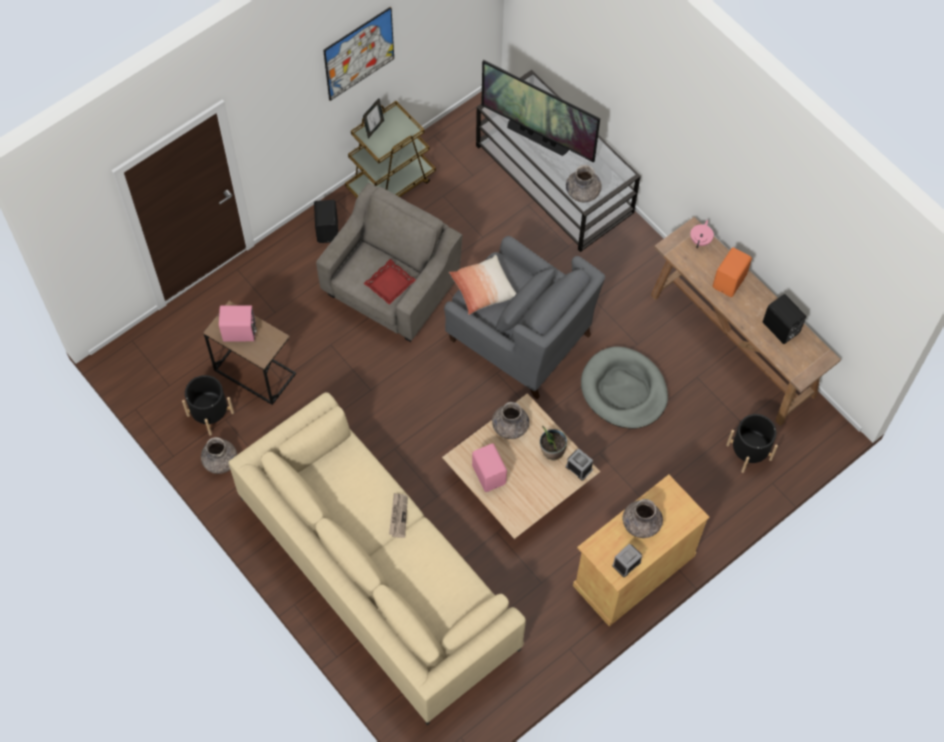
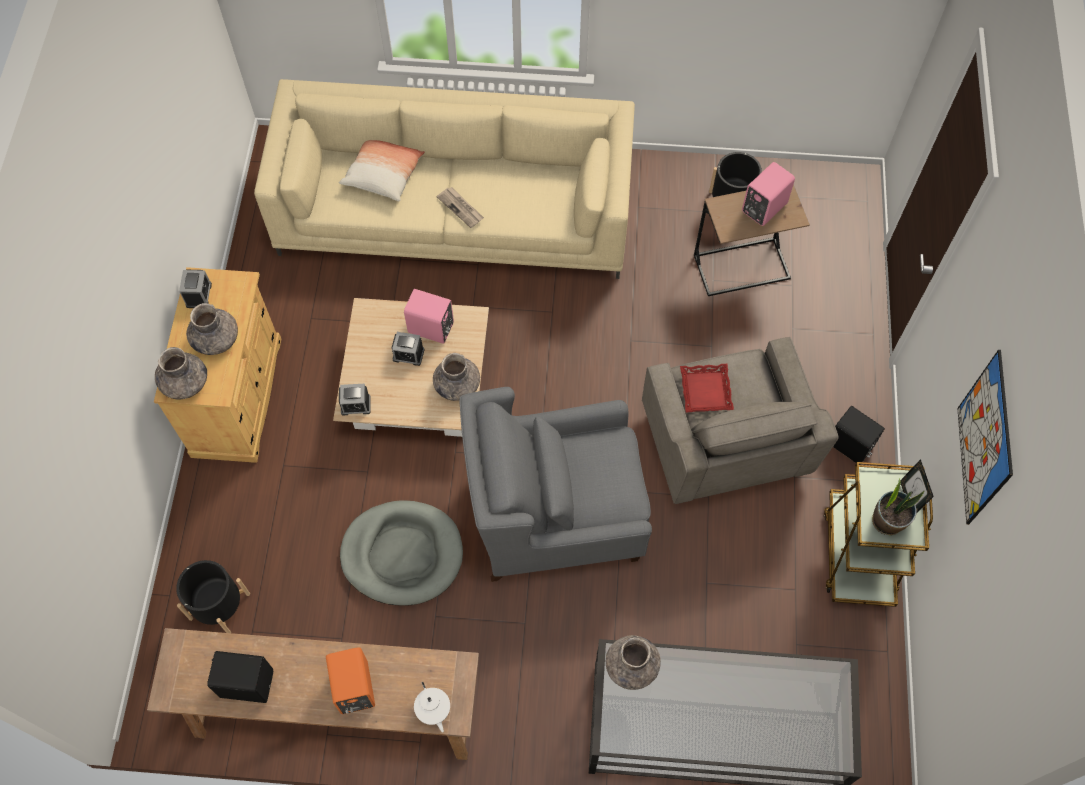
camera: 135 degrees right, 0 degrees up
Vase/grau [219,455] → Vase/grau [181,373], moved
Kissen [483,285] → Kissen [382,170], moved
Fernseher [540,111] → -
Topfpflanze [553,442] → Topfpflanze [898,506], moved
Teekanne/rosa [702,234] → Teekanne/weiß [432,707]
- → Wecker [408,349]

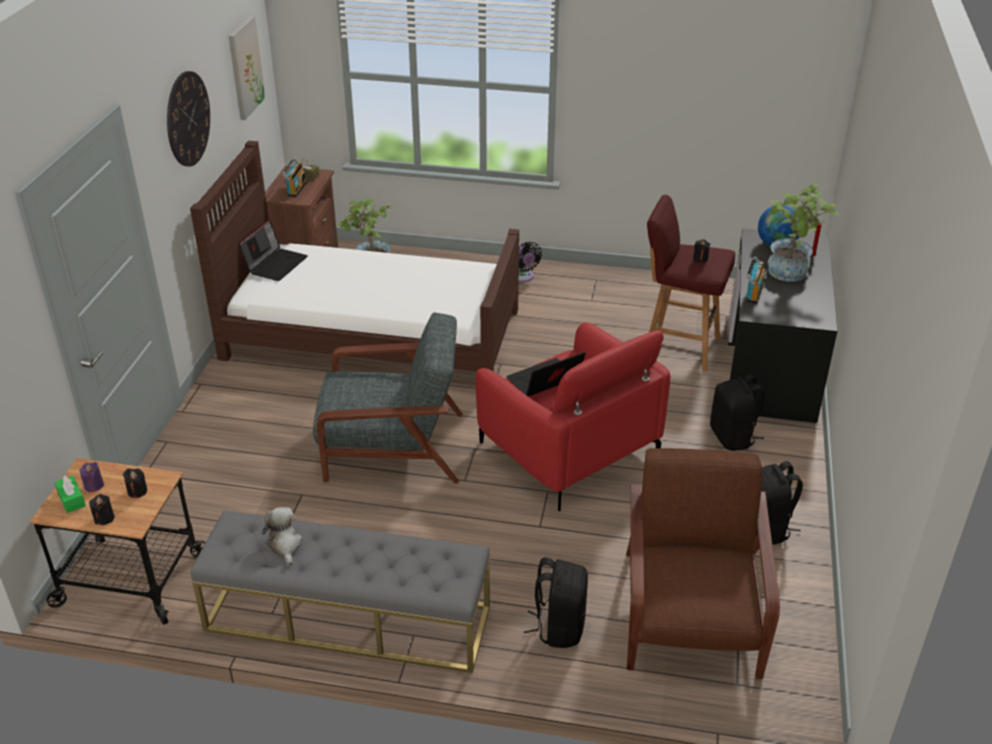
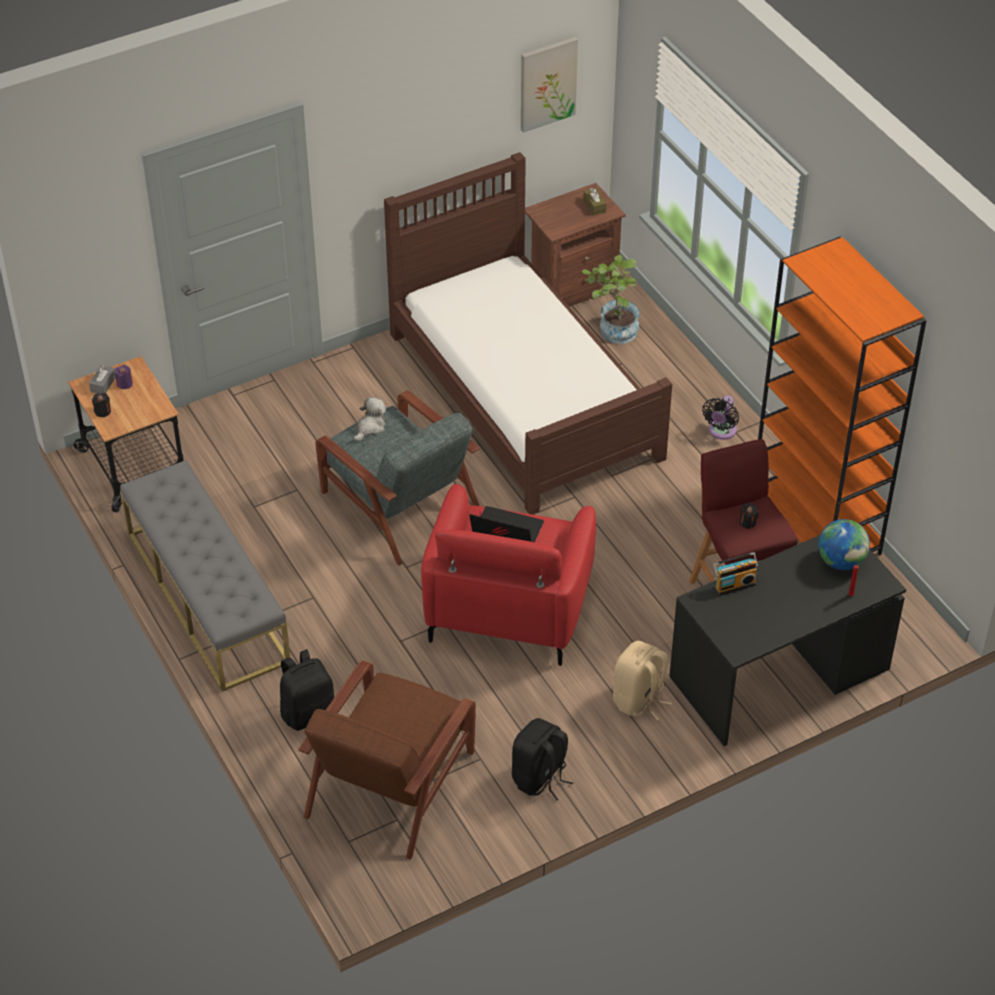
camera: 50 degrees right, 10 degrees up
Taschentuchbox/grün [70,494] → Taschentuchbox/grau [102,379]
Kerze/schwarz [135,483] → -
Wanduhr [188,119] → -
Laptop [273,250] → -
Plüschtier [282,536] → Plüschtier [370,419], moved
Radio [294,177] → -
Sessel/braun [703,563] → Sessel/braun [387,760], 150 degrees clockwise
Rucksack/schwarz [737,412] → Rucksack/beige [642,680]
Topfpflanze [804,232] → -
- → Bücherregal/orange [842,396]

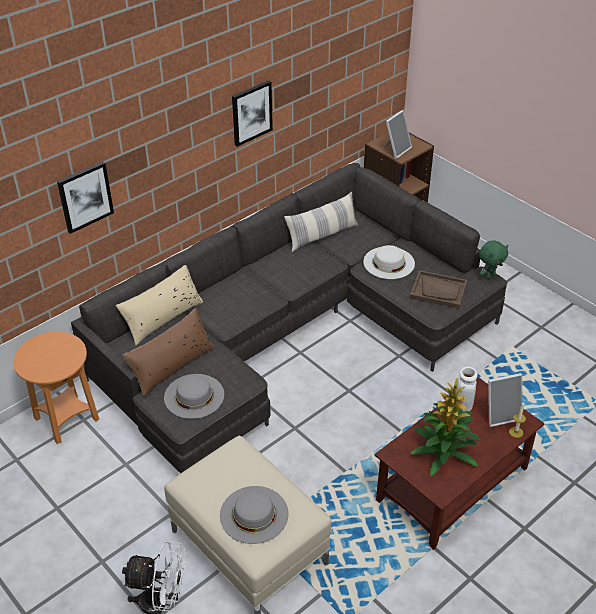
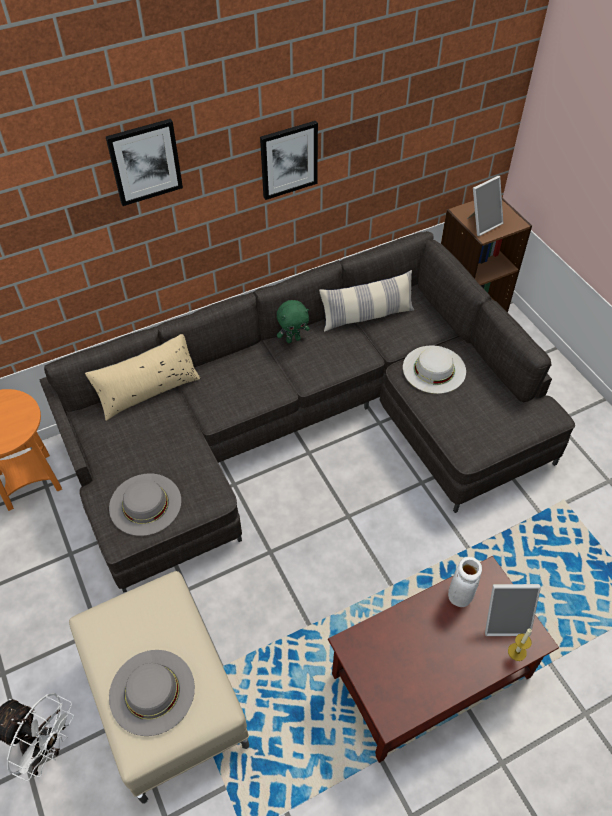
camera: 15 degrees right, 10 degrees up
Bild [85,197] → Bild [144,162], moved
Kissen/braun [169,352] → -
Tablett/braun [439,289] → -
Topfpflanze [445,427] → -
Plüschtier/grün [493,259] → Plüschtier/grün [293,321], moved

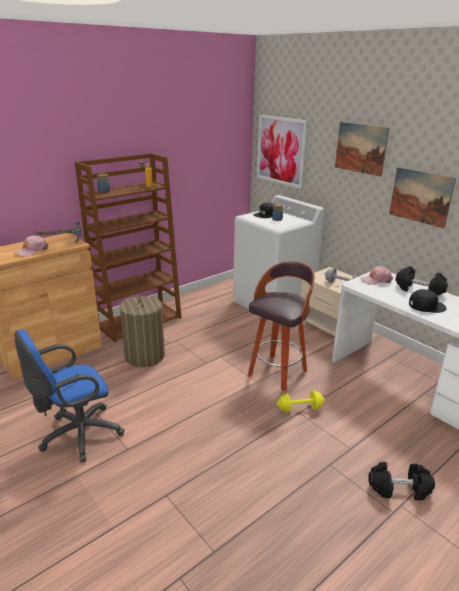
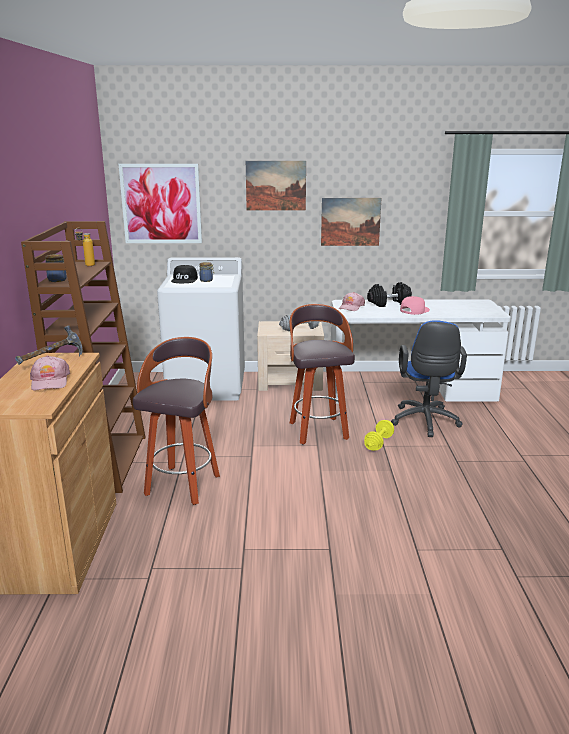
camera: 50 degrees left, 5 degrees down
Bürostuhl/blau [70,395] → Bürostuhl/blau [429,378], moved
Wäschekorb [142,331] → Hocker [176,421]
Hantel/schwarz [401,481] → -
Kappe/schwarz [428,301] → Kappe/rosa [415,305]

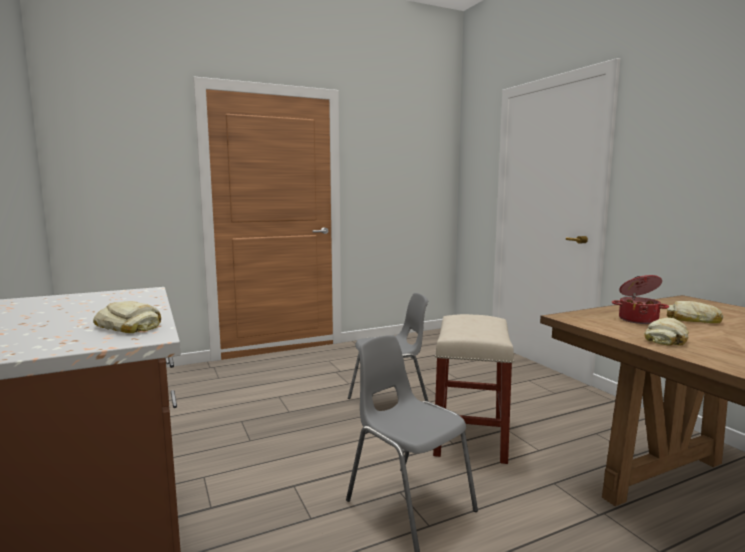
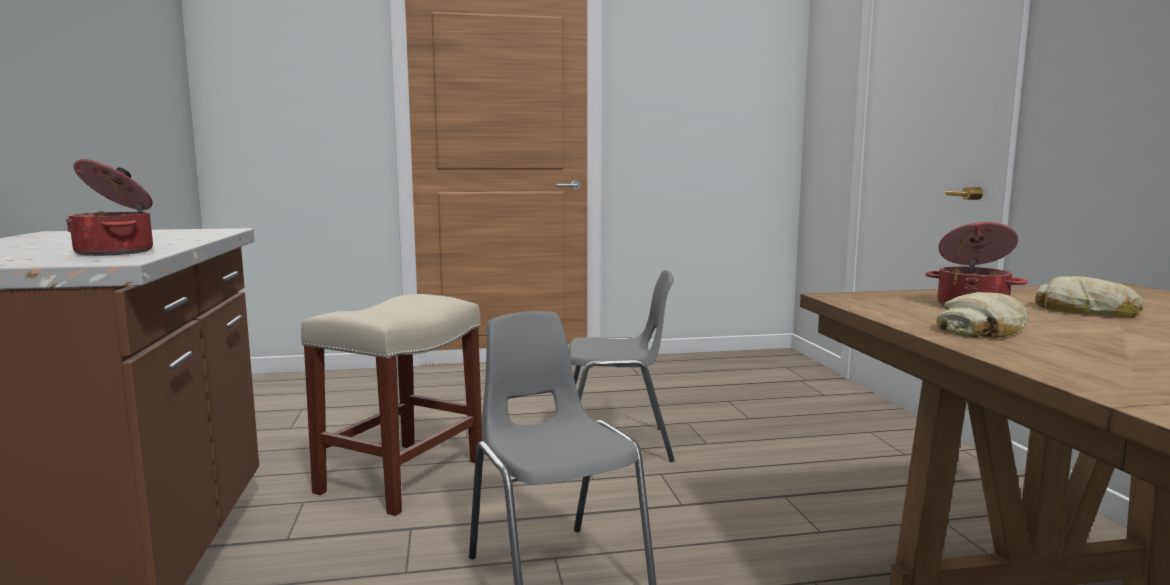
camera: 15 degrees right, 0 degrees up
Brot [127,317] → Kochtopf [109,207]
Hocker/beige [473,389] → Hocker/beige [391,405], moved

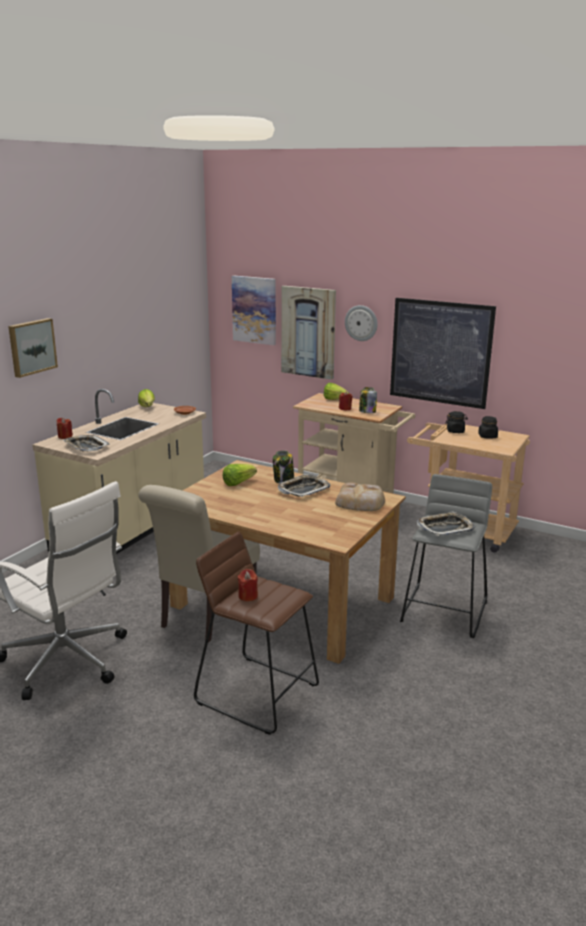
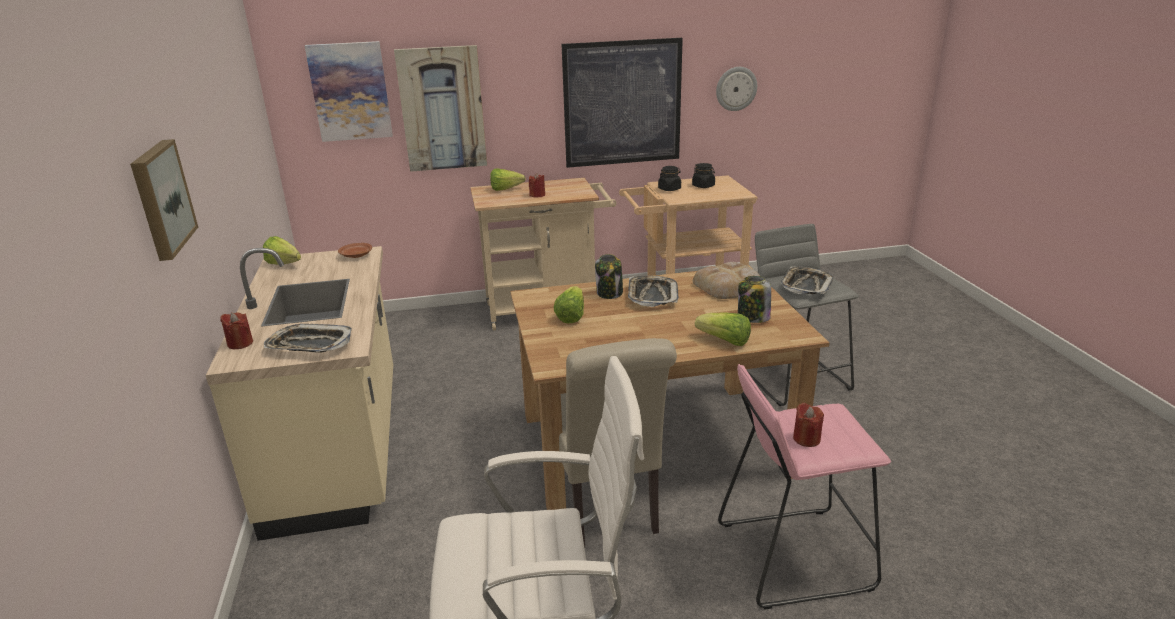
camera: 40 degrees left, 5 degrees up
Hocker/braun [256,633] → Hocker/rosa [804,487]
Wanduhr [361,323] → Wanduhr [736,89], moved
Vorratsglas [368,400] → Vorratsglas [754,299], moved
- → Salatkopf [723,329]

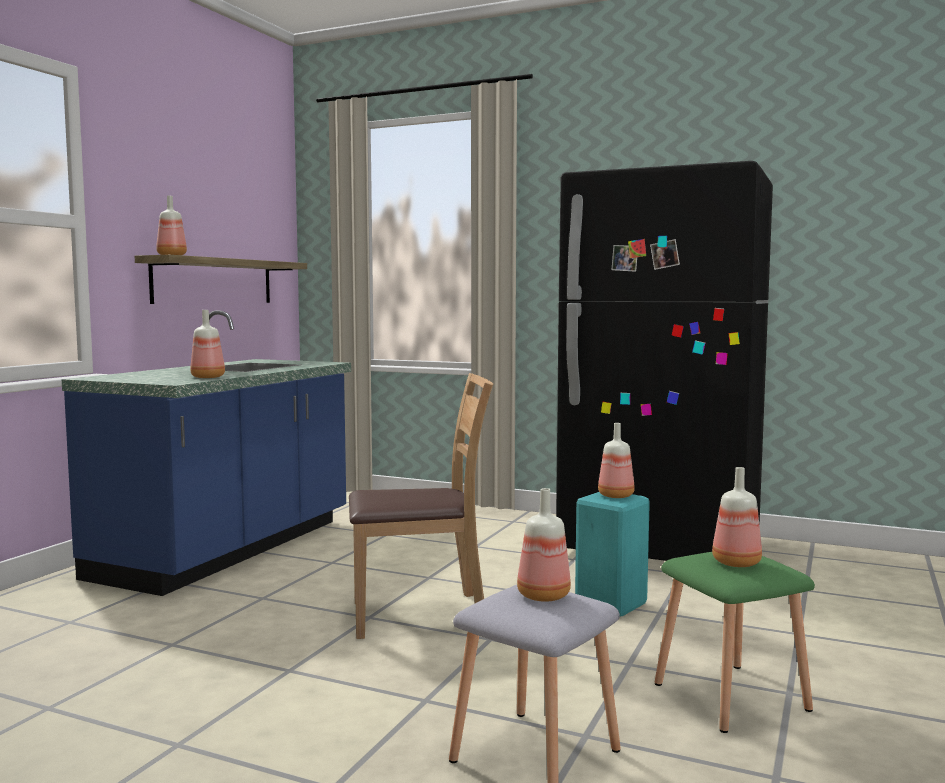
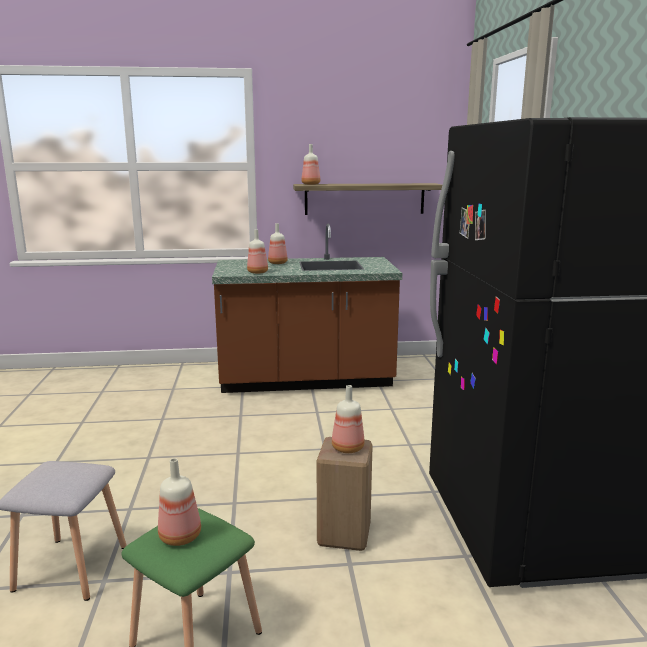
camera: 60 degrees right, 10 degrees up
Küchenzeile/blau [206,453] → Küchenzeile/braun [307,308]
Stuhl/braun [421,506] → -
Flasche [544,545] → Flasche [278,243], moved
Hocker/türkis [612,554] → Hocker/beige [345,494]

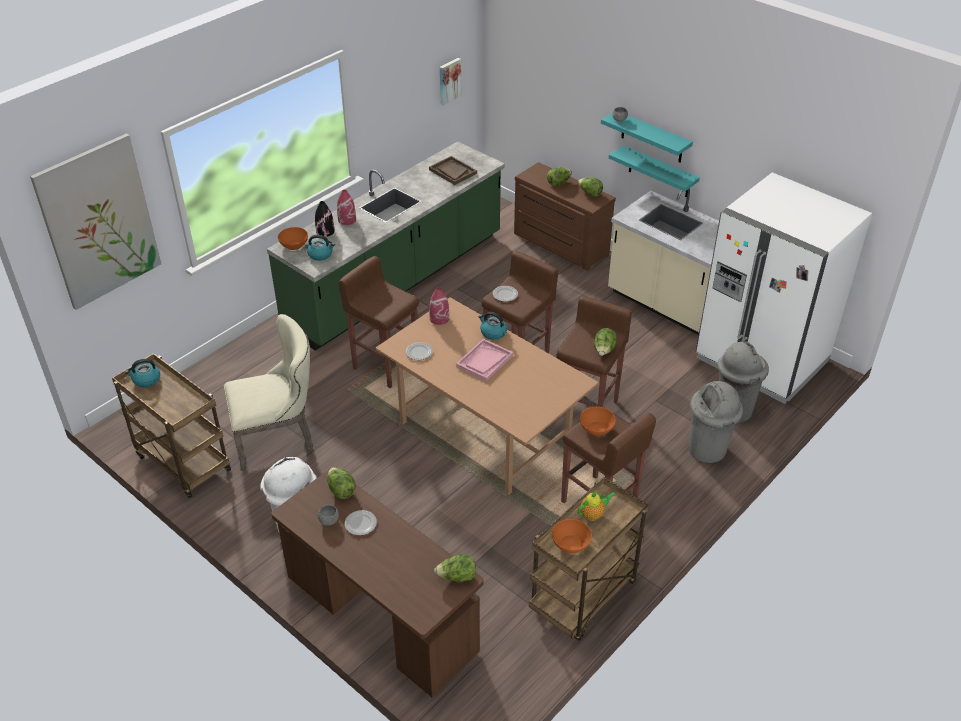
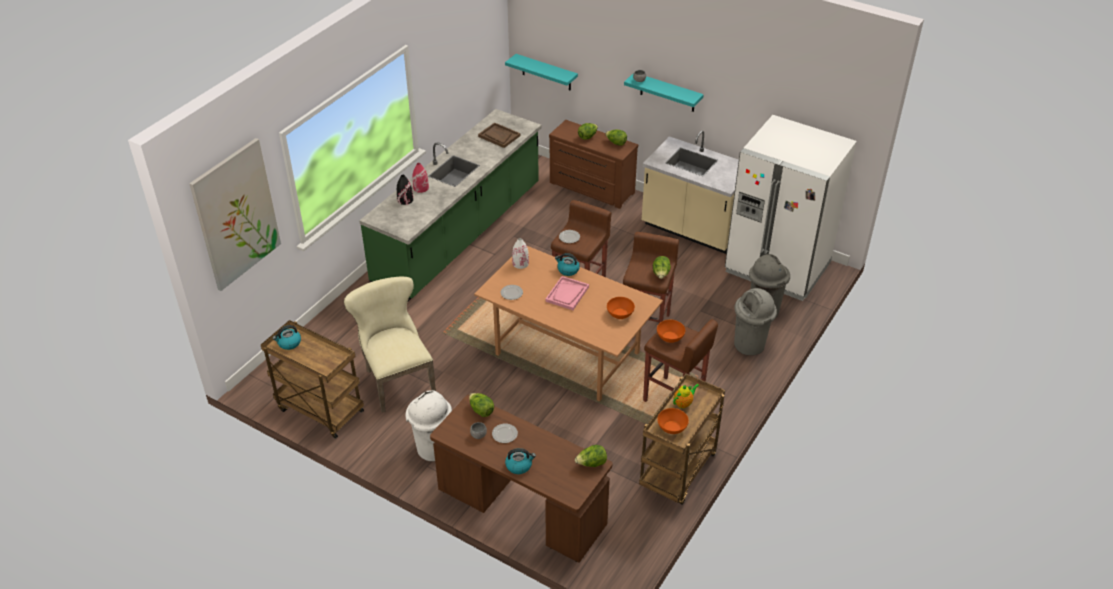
camera: 10 degrees left, 0 degrees up
Stuhl/beige [268,392] → Stuhl/beige [390,345], 90 degrees counterclockwise
Schüssel/orange [293,238] → Schüssel/orange [621,308], moved
Wasserkessel [321,248] → Wasserkessel [520,461], moved
Hocker/braun [379,322] → -
Vase/rot [439,306] → Vase/weiß [520,253]
Bild [450,81] → -
Wandregal/türkis [654,171] → Wandregal/türkis [541,72], moved

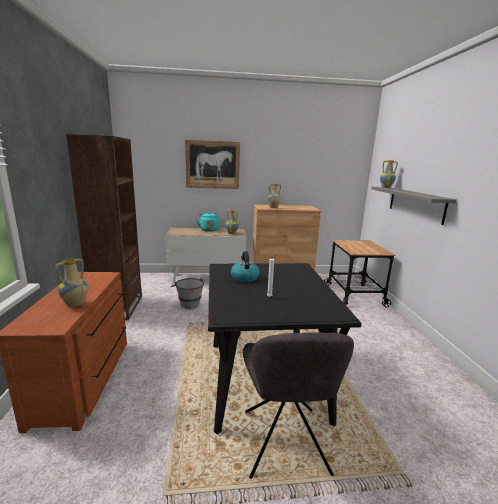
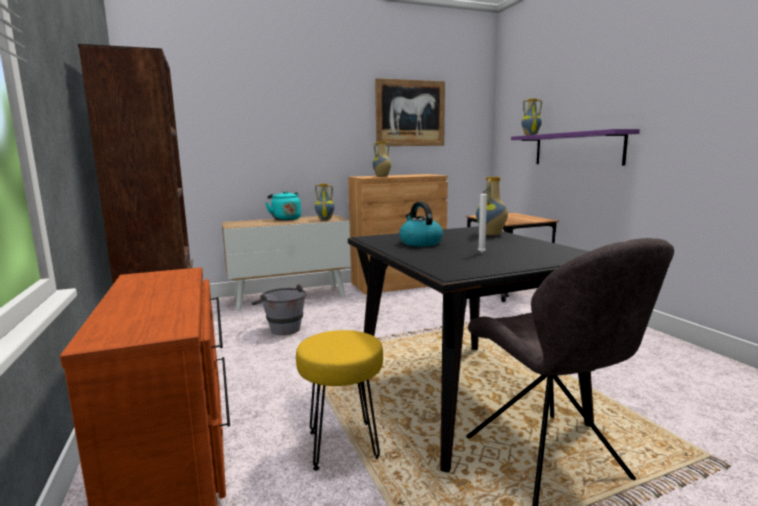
camera: 15 degrees left, 5 degrees down
Vase [71,282] → Vase [492,206], moved
Bild [212,164] → Bild [410,112], moved
Wandregal/grau [414,206] → Wandregal/lila [575,147]
- → Hocker/gelb [339,400]

